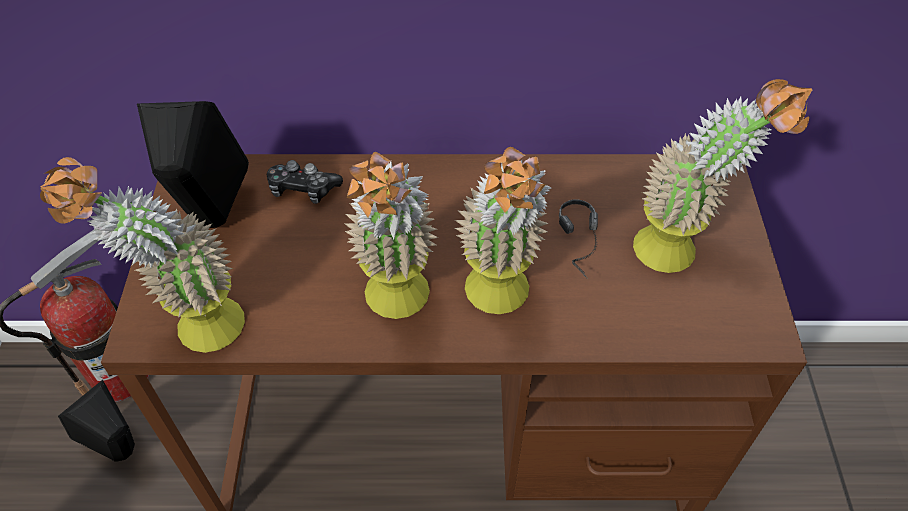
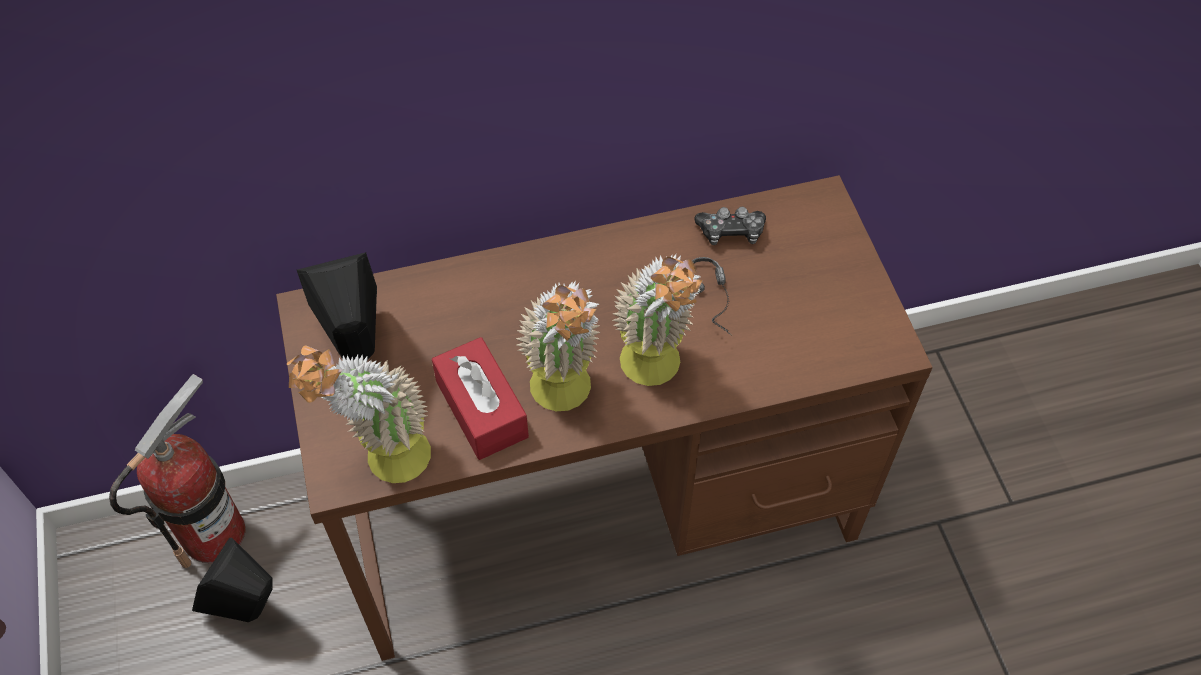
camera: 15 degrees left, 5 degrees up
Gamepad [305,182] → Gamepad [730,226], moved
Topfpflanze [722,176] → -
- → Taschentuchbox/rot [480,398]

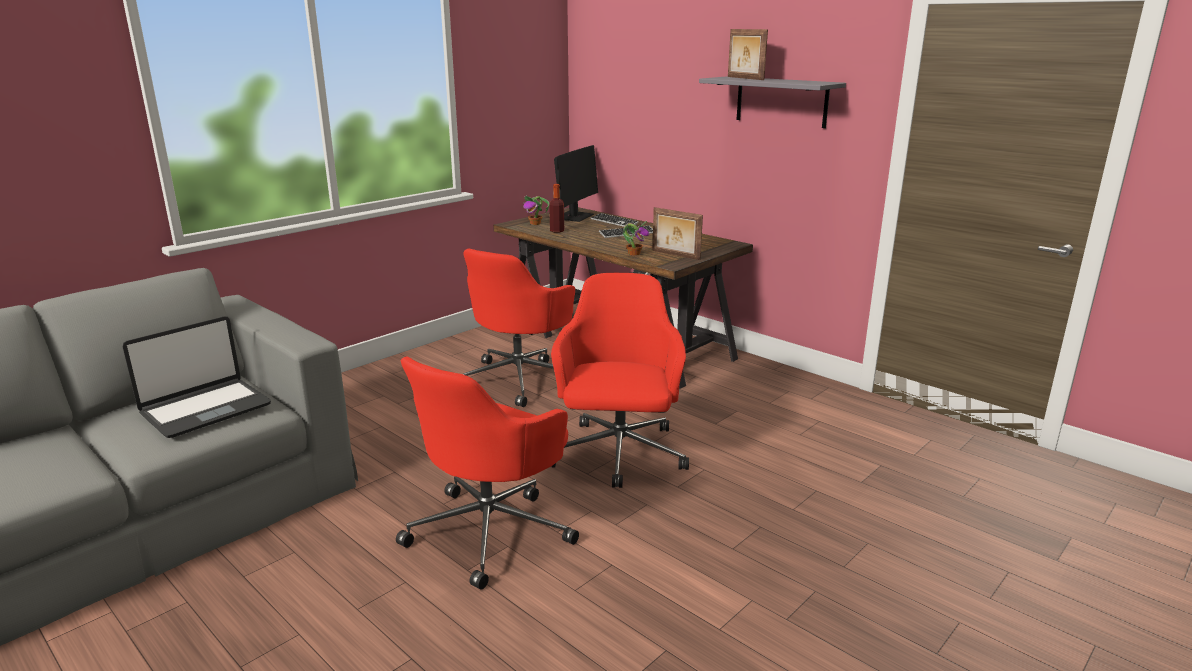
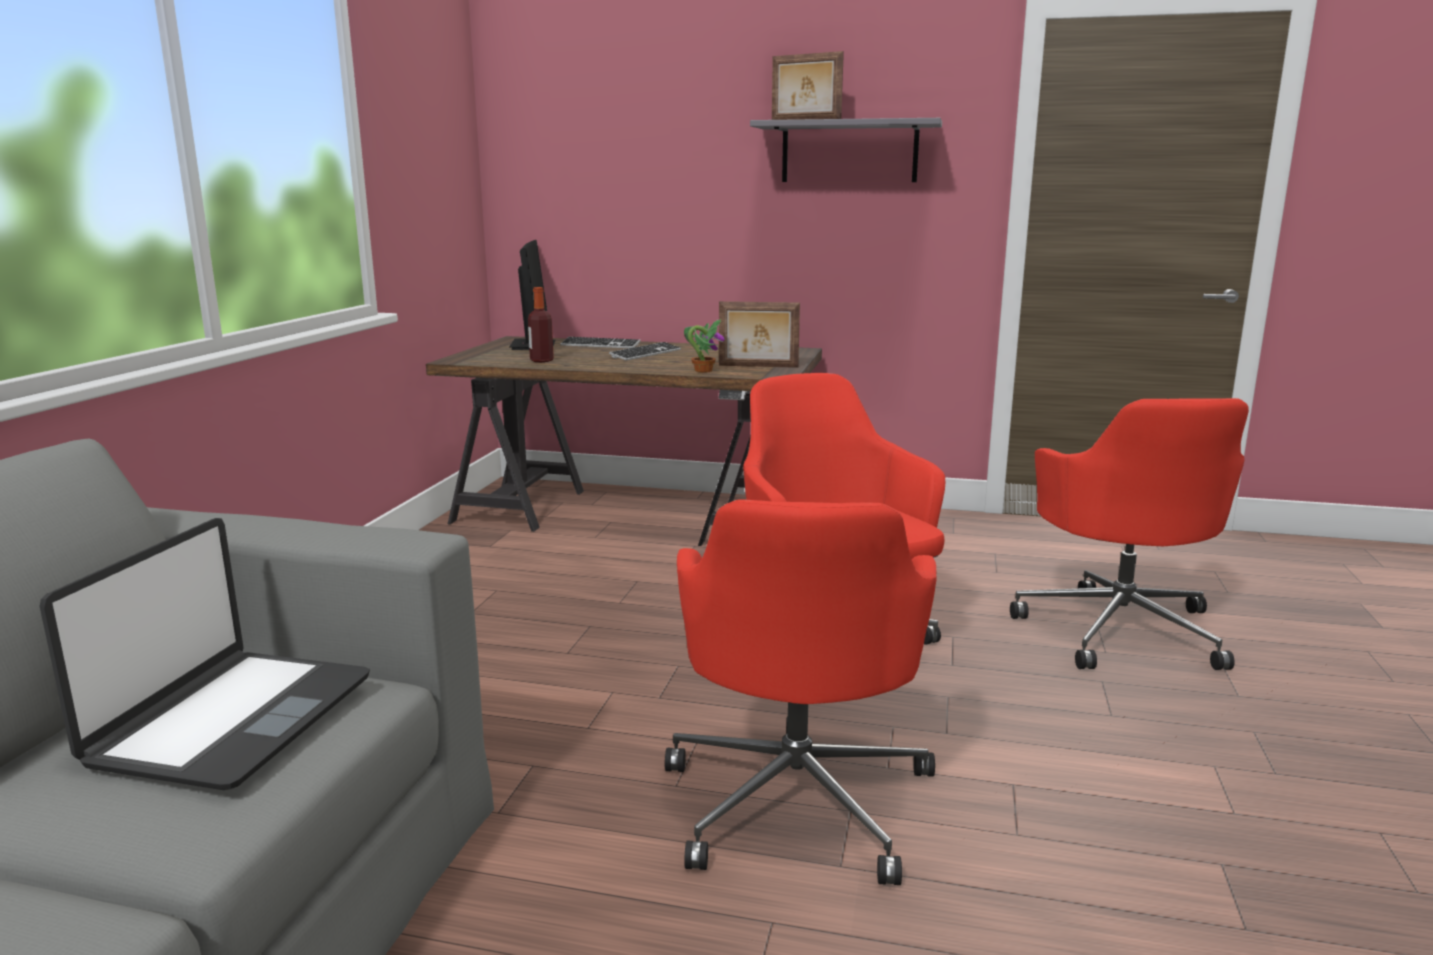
camera: 30 degrees left, 5 degrees down
Bürostuhl/rot [519,327] → Bürostuhl/rot [1129,534], moved
Topfpflanze [536,210] → -

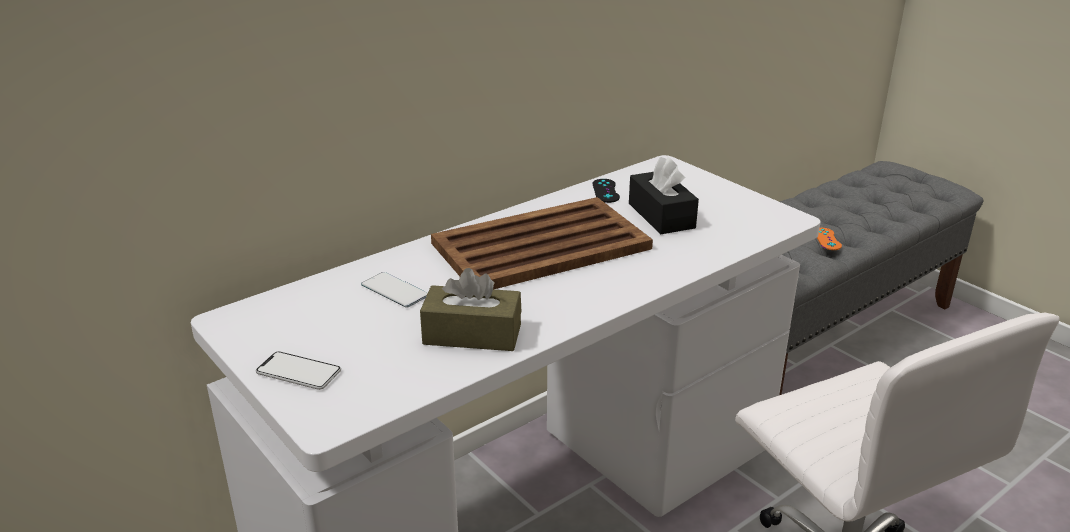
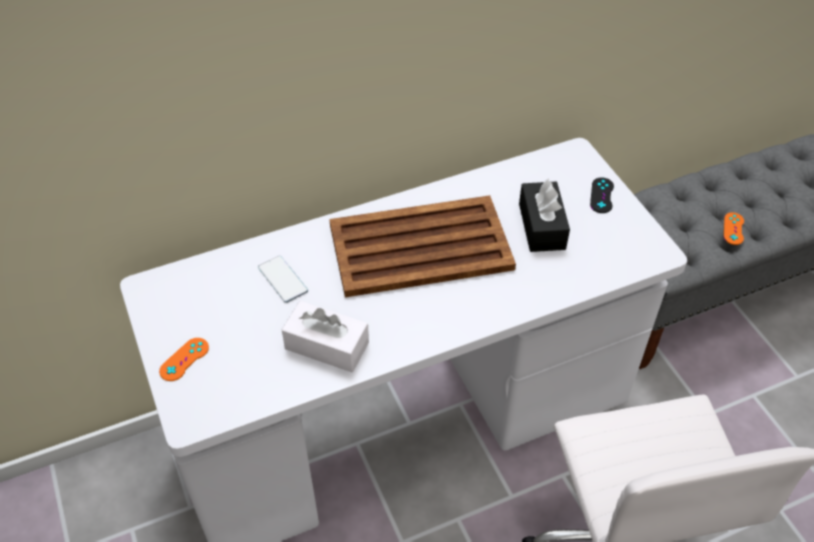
camera: 15 degrees right, 20 degrees up
Handy [298,370] → Gamepad/orange [184,359]
Taschentuchbox/braun [470,309] → Taschentuchbox/weiß [325,336]
Gamepad/schwarz [606,191] → Gamepad/schwarz [602,195], moved

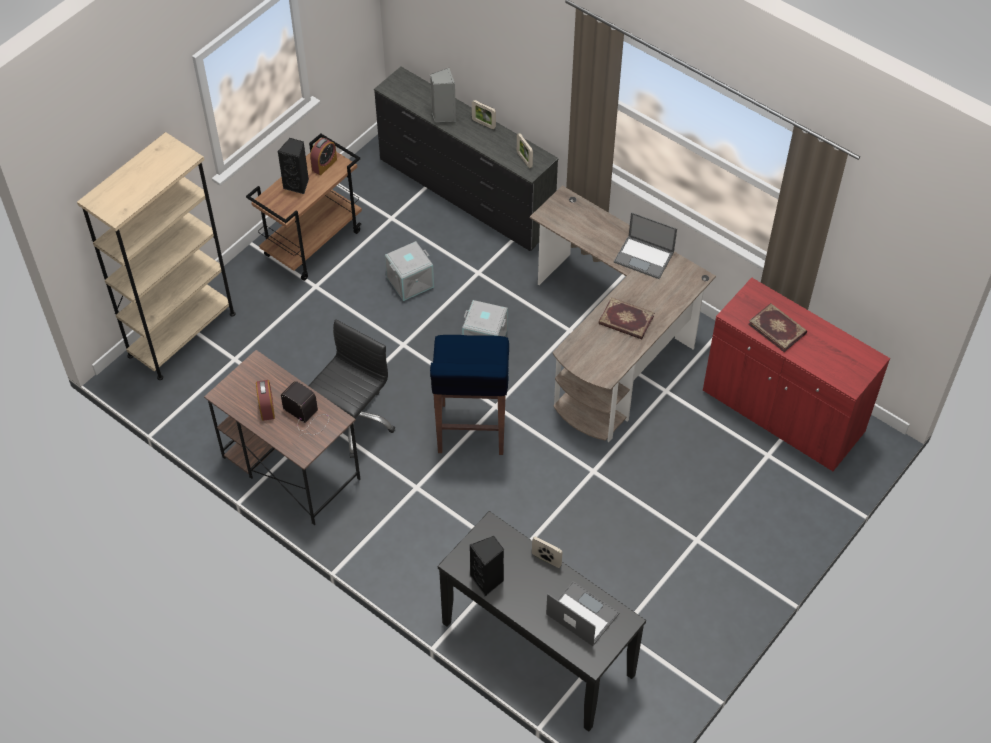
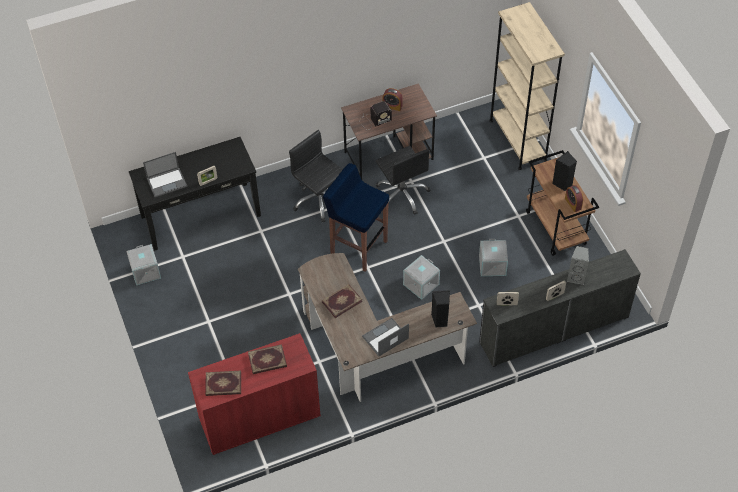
camera: 120 degrees right, 0 degrees up
Lautsprecher/schwarz [487,566] → Lautsprecher/schwarz [440,308], moved
- → Aufbewahrungsbox/grau [144,264]
- → Buch [223,383]
- → Bürostuhl/schwarz [316,176]

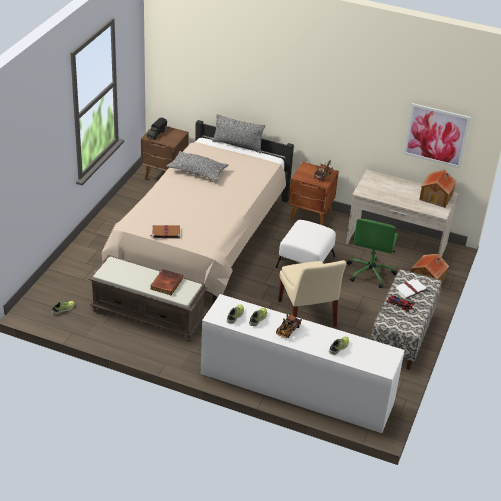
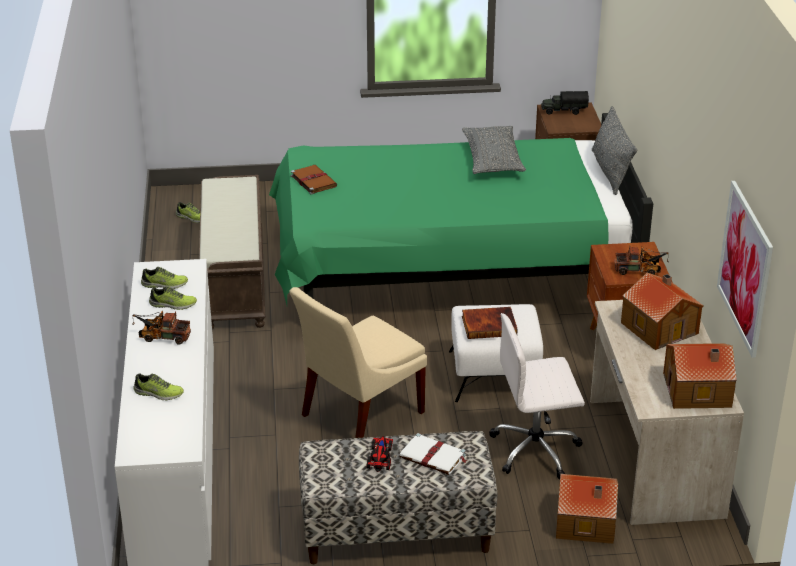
camera: 65 degrees right, 5 degrees down
Bett/beige [197,212] → Bett/grün [461,209]
Buch [166,282] → Buch [490,323], moved
Bürostuhl/grün [372,253] → Bürostuhl/weiß [537,396]
- → Spielzeughaus [662,311]

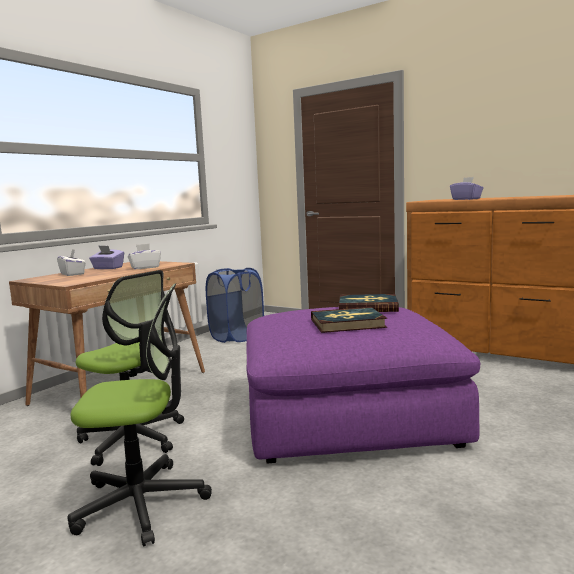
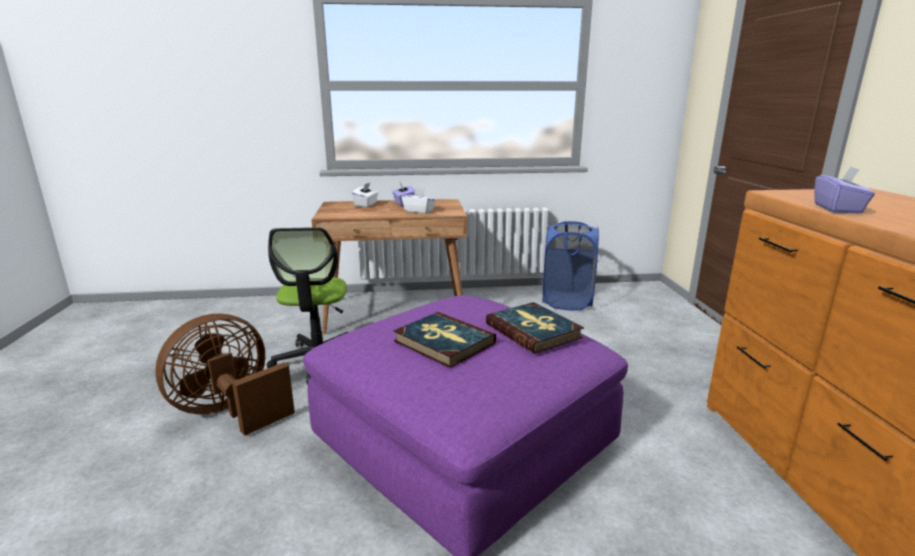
camera: 50 degrees right, 10 degrees up
Bürostuhl [140,415] → Ventilator/braun [225,375]

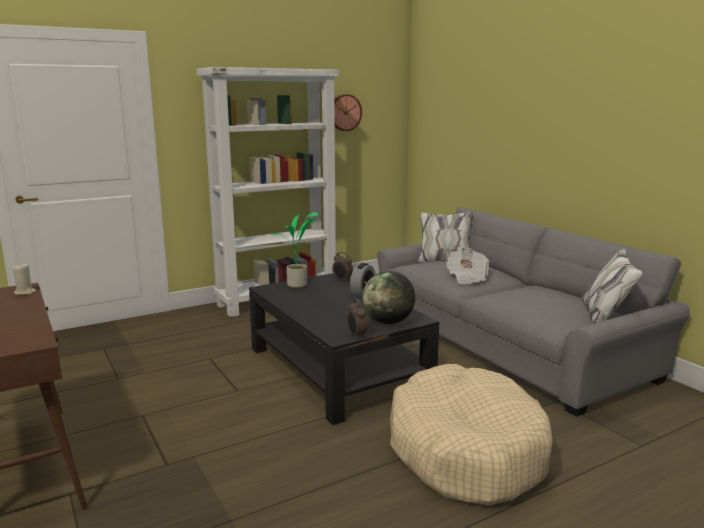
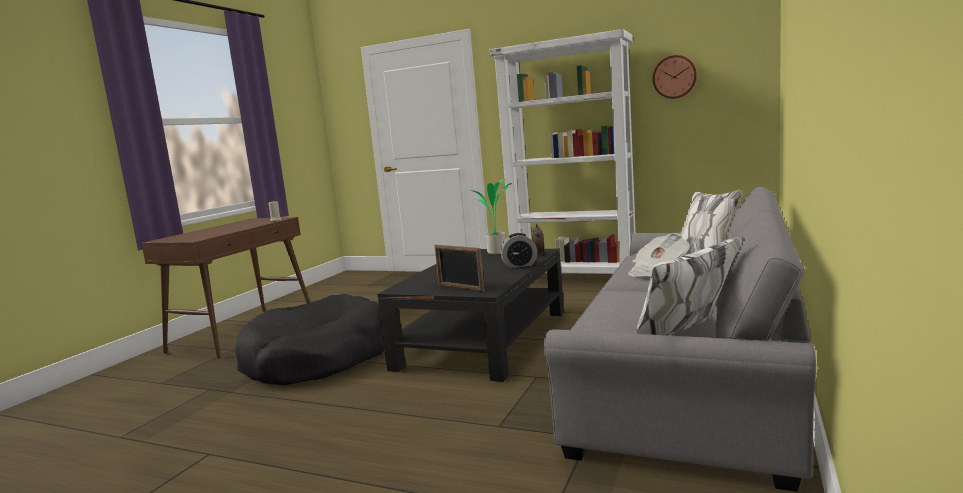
camera: 55 degrees right, 5 degrees down
Wecker [357,319] → -
Globus [388,297] → Bilderrahmen [459,268]
Hundebett/beige [471,435] → -
- → Hundebett/schwarz [309,339]

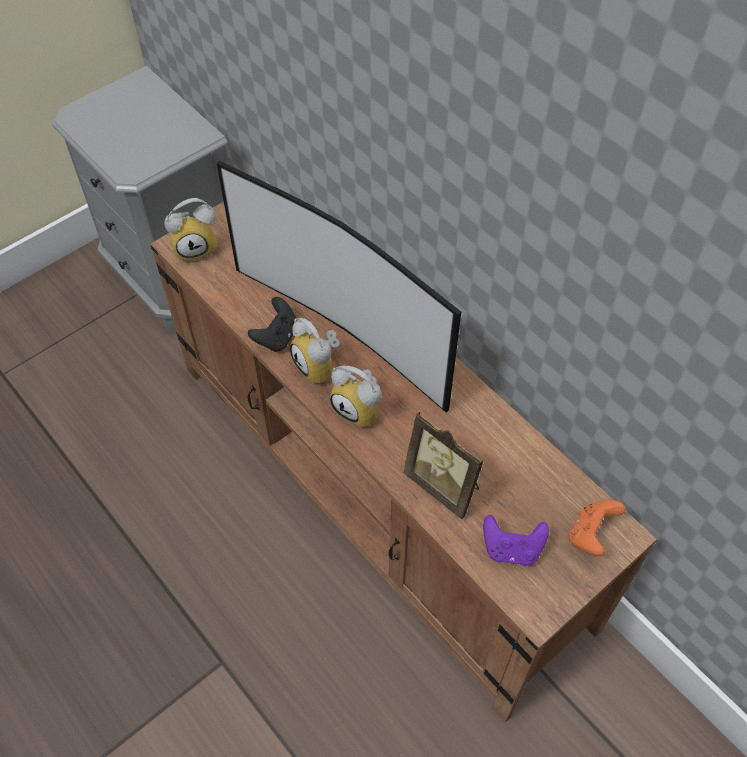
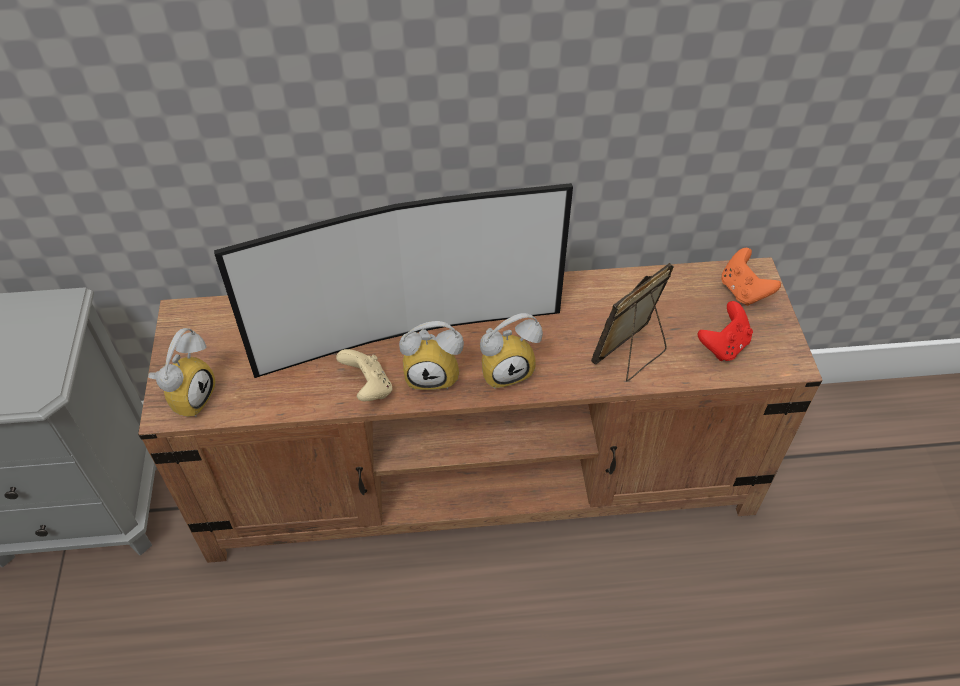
camera: 55 degrees left, 5 degrees down
Gamepad/schwarz [272,324] → Gamepad/beige [364,375]
Bilderrahmen [443,465] → Bilderrahmen [632,322], 150 degrees clockwise
Gamepad/lila [516,540] → Gamepad/rot [725,331]

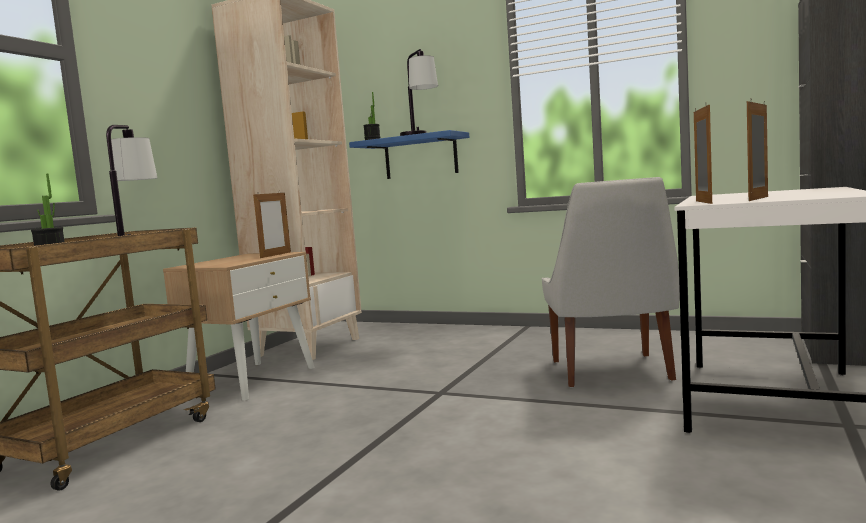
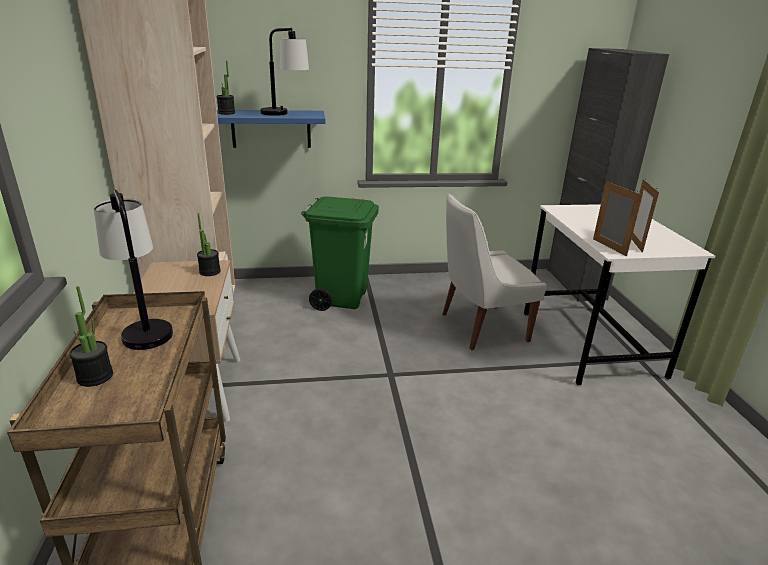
camera: 35 degrees left, 20 degrees up
Bilderrahmen [272,225] → Topfpflanze [209,244]
Stuhl/weiß [611,282] → Stuhl/weiß [494,272], 105 degrees clockwise
- → Mülleimer/grün [340,253]

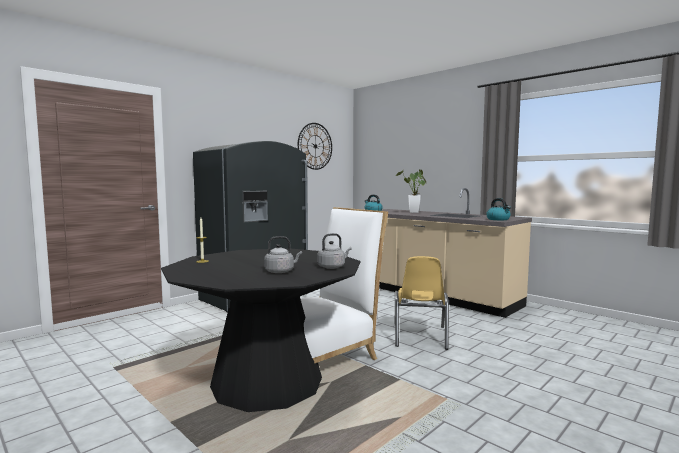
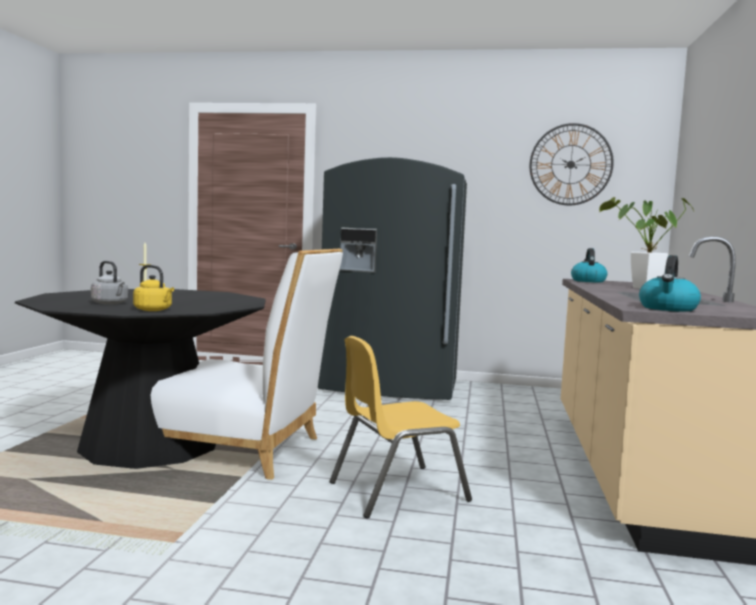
camera: 55 degrees right, 0 degrees up
Wasserkessel/grau [334,251] → Wasserkessel/gelb [153,288]

